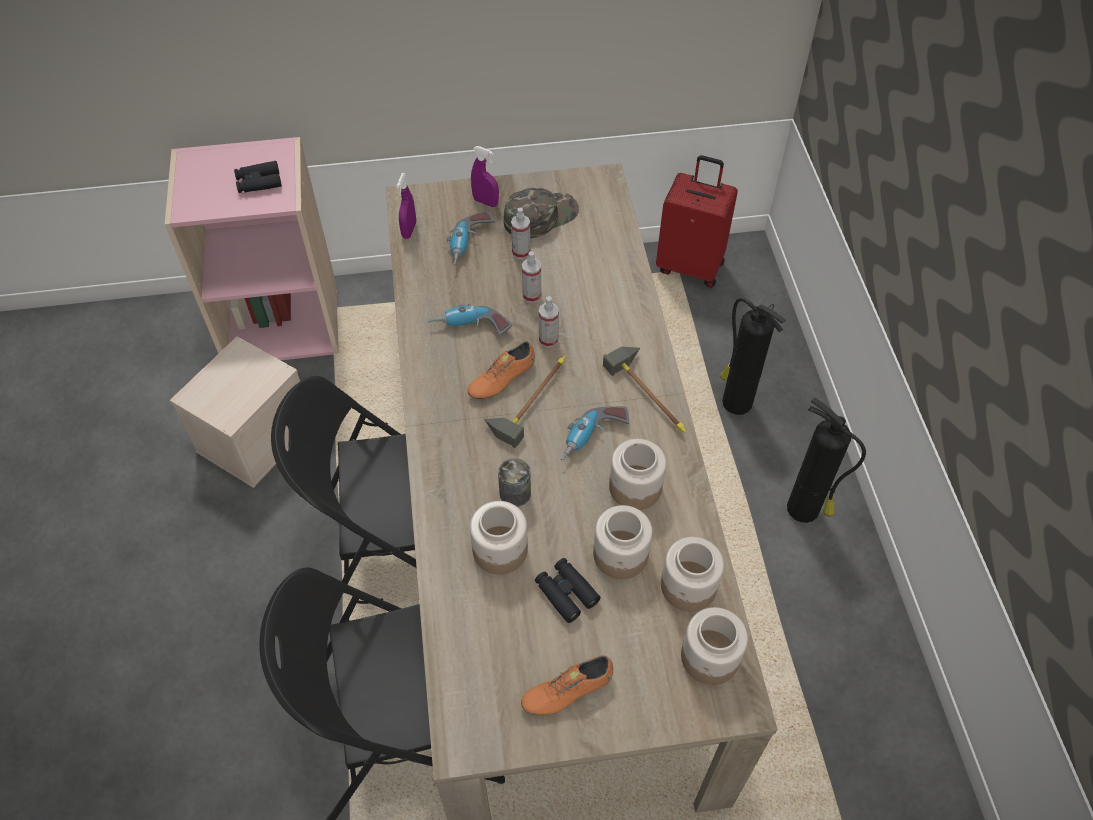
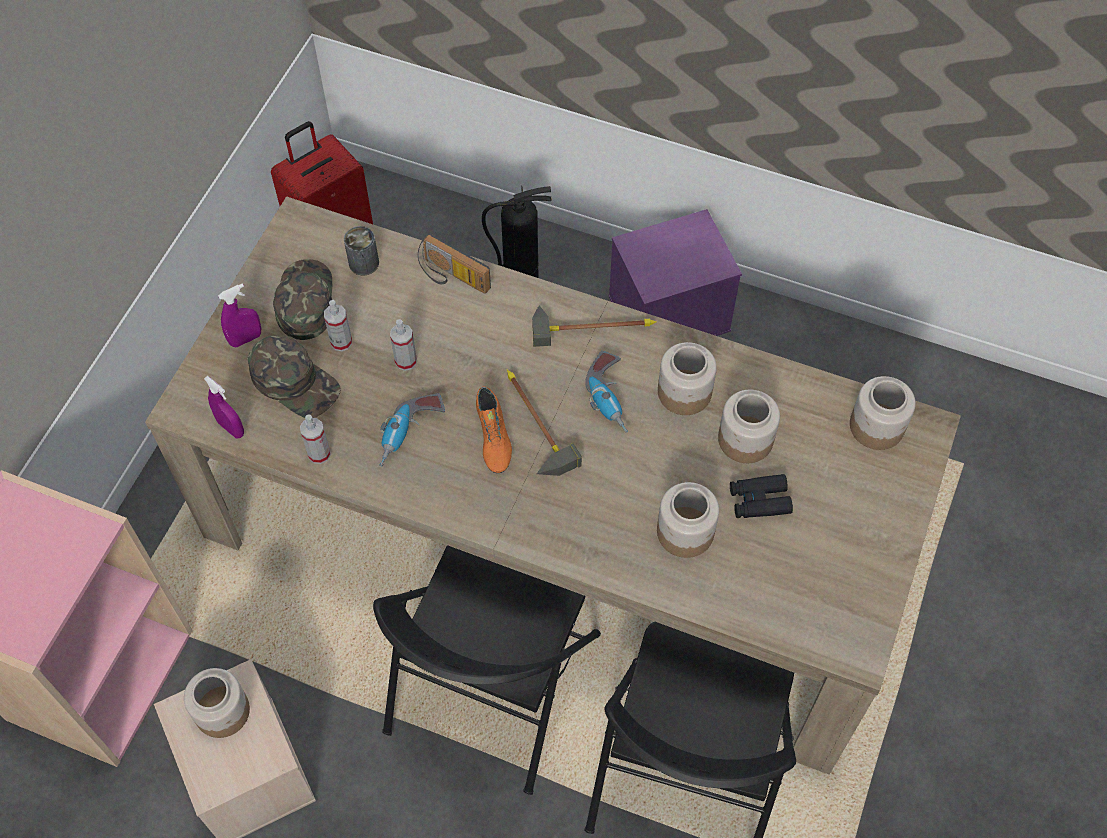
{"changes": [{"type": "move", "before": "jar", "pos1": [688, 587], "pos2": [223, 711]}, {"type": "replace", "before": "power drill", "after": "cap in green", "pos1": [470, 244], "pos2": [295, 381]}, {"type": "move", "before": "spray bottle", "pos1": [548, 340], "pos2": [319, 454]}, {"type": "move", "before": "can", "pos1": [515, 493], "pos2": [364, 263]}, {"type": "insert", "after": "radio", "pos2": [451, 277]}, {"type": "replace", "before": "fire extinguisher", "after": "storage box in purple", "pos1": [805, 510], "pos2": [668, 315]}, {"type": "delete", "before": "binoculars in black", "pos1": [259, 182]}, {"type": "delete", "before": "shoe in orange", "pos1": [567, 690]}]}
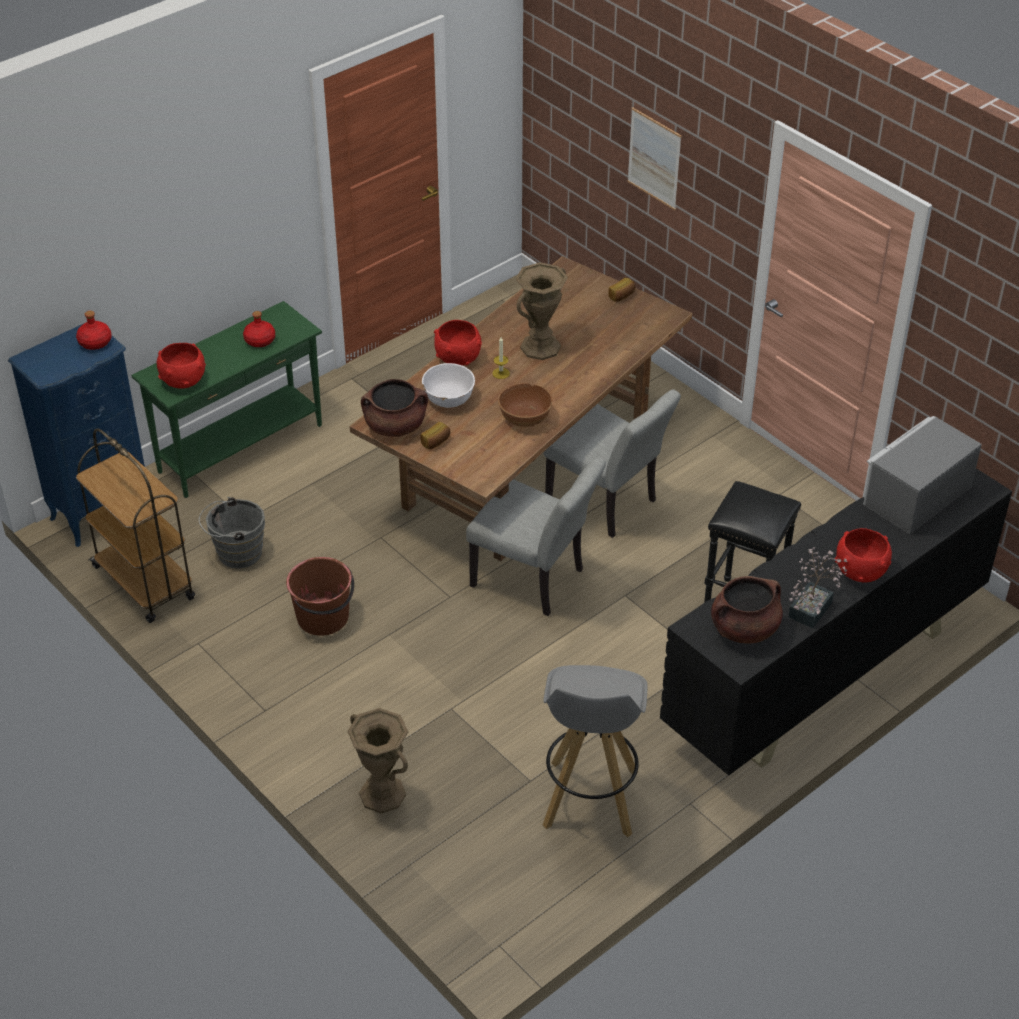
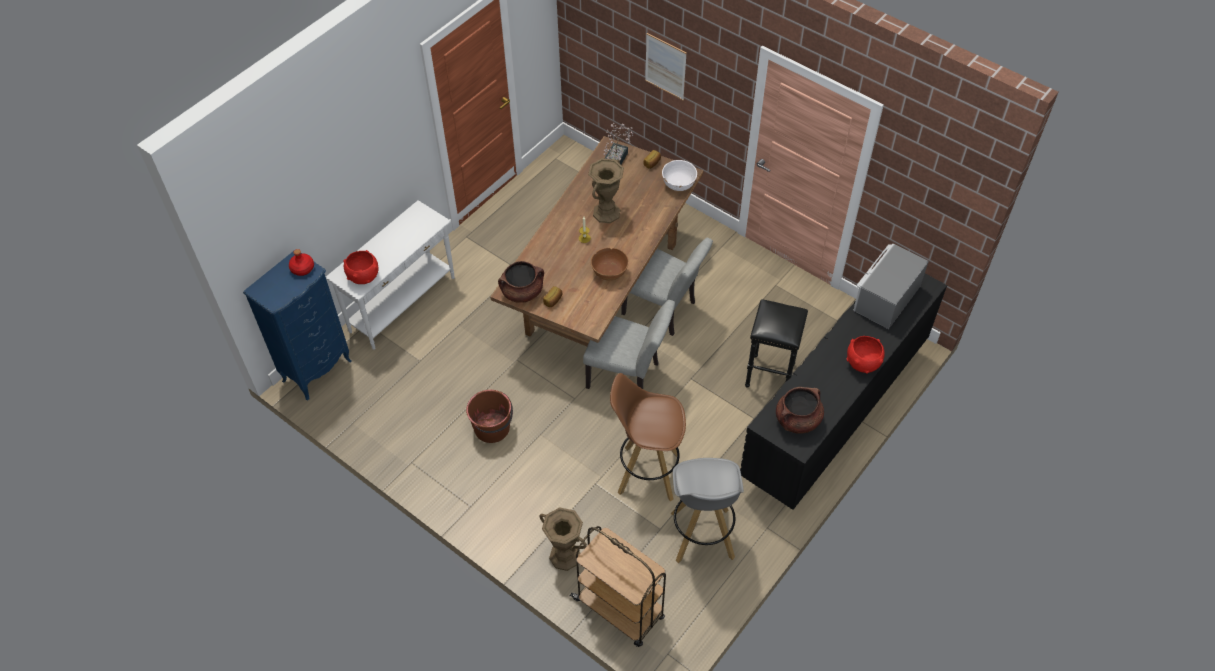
{"changes": [{"type": "recolor", "before": "console table in green", "after": "console table in white", "pos1": [241, 447], "pos2": [402, 303]}, {"type": "move", "before": "cart in brown", "pos1": [144, 584], "pos2": [619, 610]}, {"type": "move", "before": "potted plant", "pos1": [813, 606], "pos2": [617, 156]}, {"type": "insert", "after": "stool in brown", "pos2": [647, 472]}, {"type": "move", "before": "bowl in white", "pos1": [449, 399], "pos2": [679, 184]}, {"type": "delete", "before": "bucket in grey", "pos1": [236, 553]}, {"type": "delete", "before": "bottle in red", "pos1": [259, 340]}, {"type": "delete", "before": "bowl in red", "pos1": [458, 359]}]}
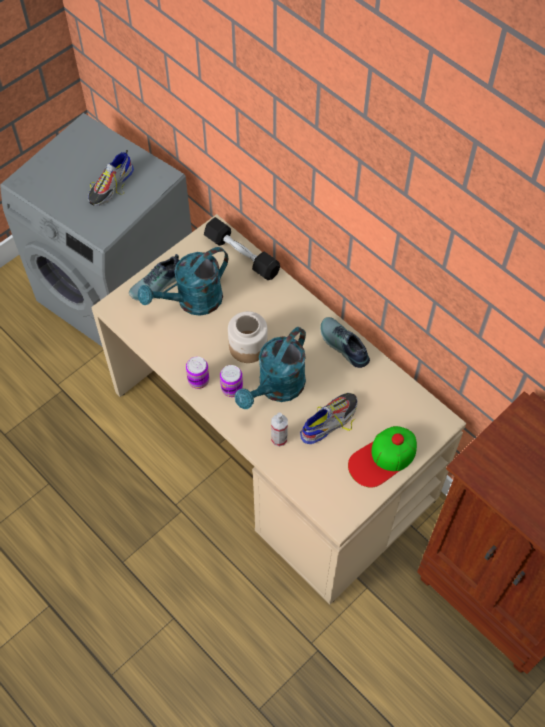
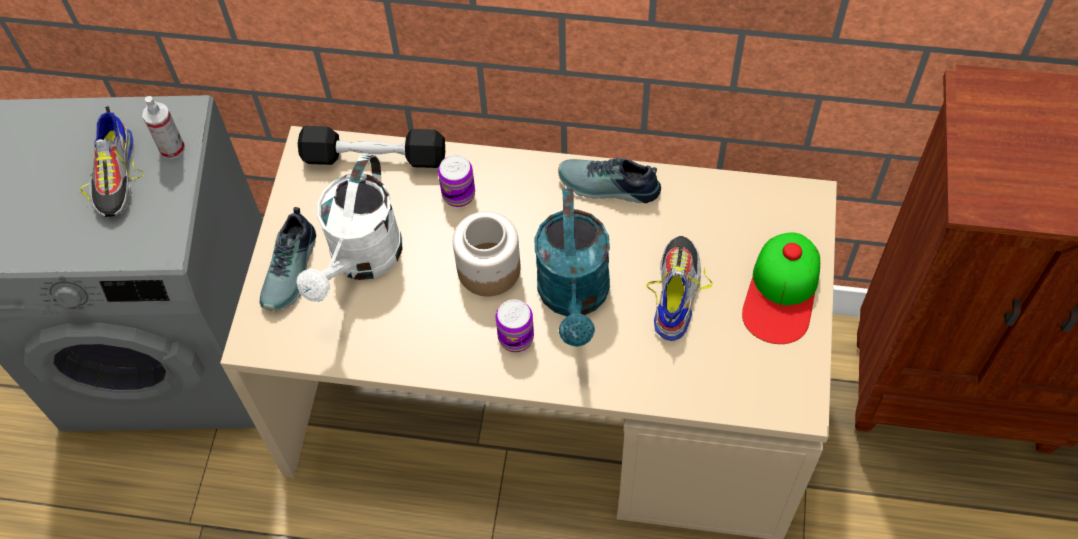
{"changes": [{"type": "move", "before": "spray bottle", "pos1": [279, 439], "pos2": [172, 148]}, {"type": "recolor", "before": "watering can in turquoise", "after": "watering can in white", "pos1": [192, 302], "pos2": [361, 261]}, {"type": "move", "before": "can", "pos1": [198, 380], "pos2": [458, 194]}]}
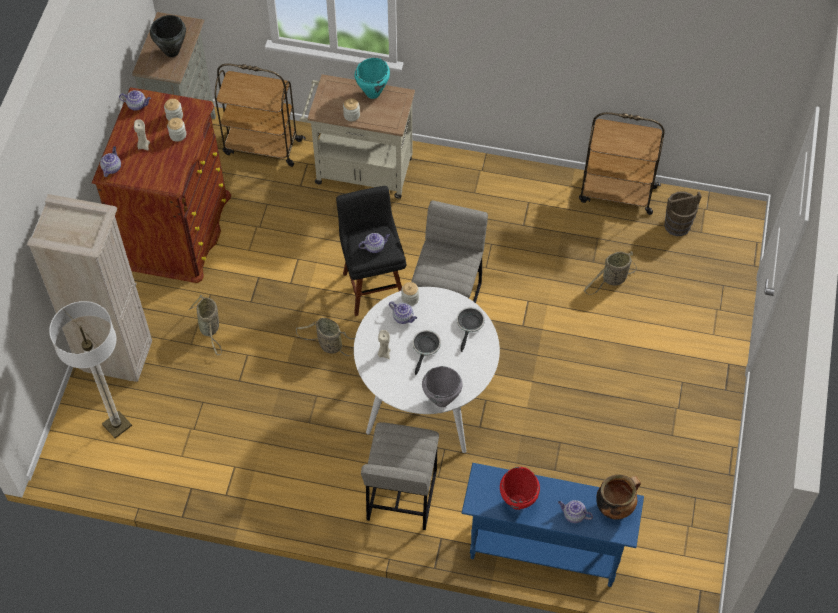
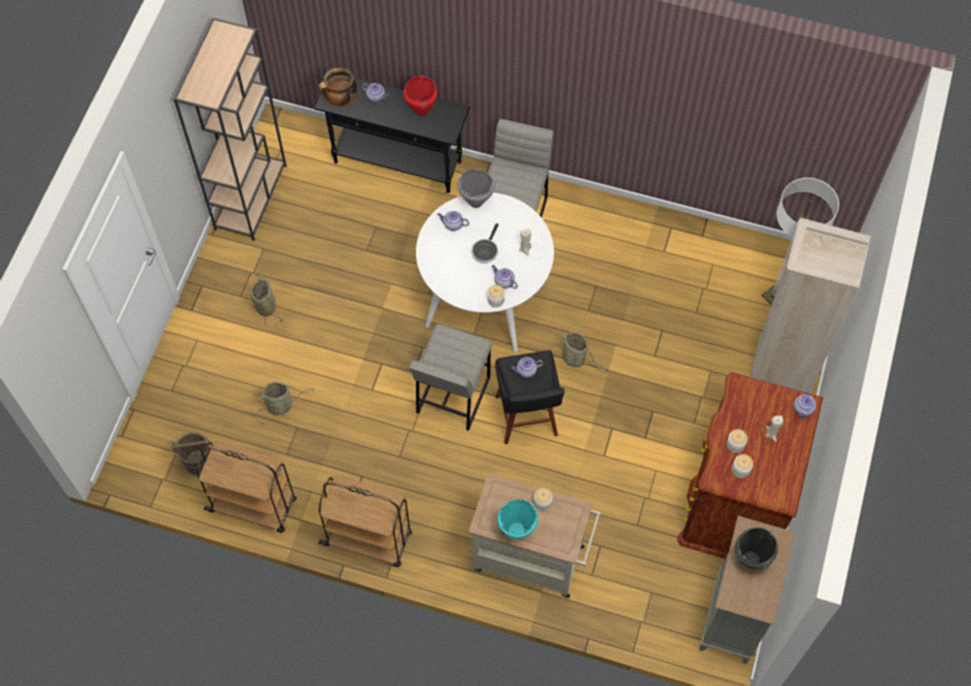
{"changes": [{"type": "insert", "after": "bookcase", "pos2": [250, 197]}, {"type": "move", "before": "basket", "pos1": [210, 329], "pos2": [266, 305]}, {"type": "recolor", "before": "console table in blue", "after": "console table in black", "pos1": [543, 550], "pos2": [398, 162]}, {"type": "move", "before": "cart in brown", "pos1": [262, 146], "pos2": [368, 540]}, {"type": "move", "before": "teapot", "pos1": [137, 105], "pos2": [452, 225]}, {"type": "delete", "before": "frying pan", "pos1": [470, 325]}]}
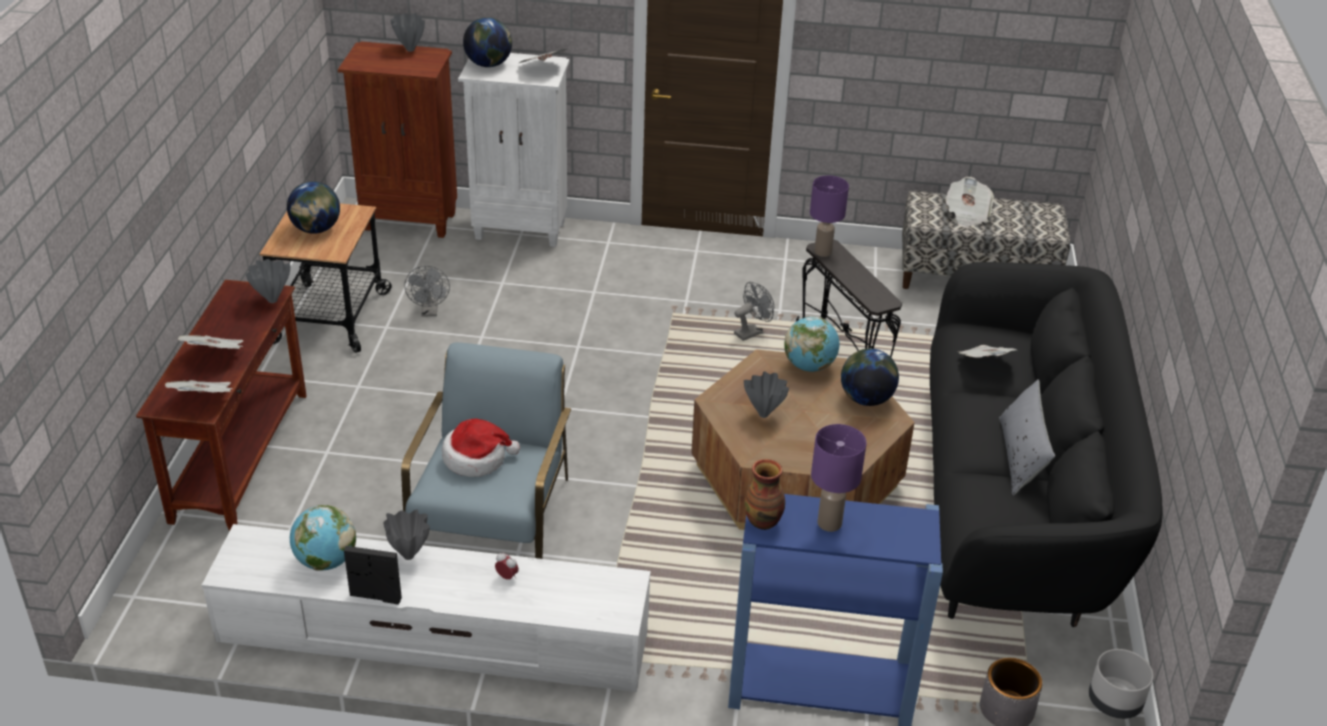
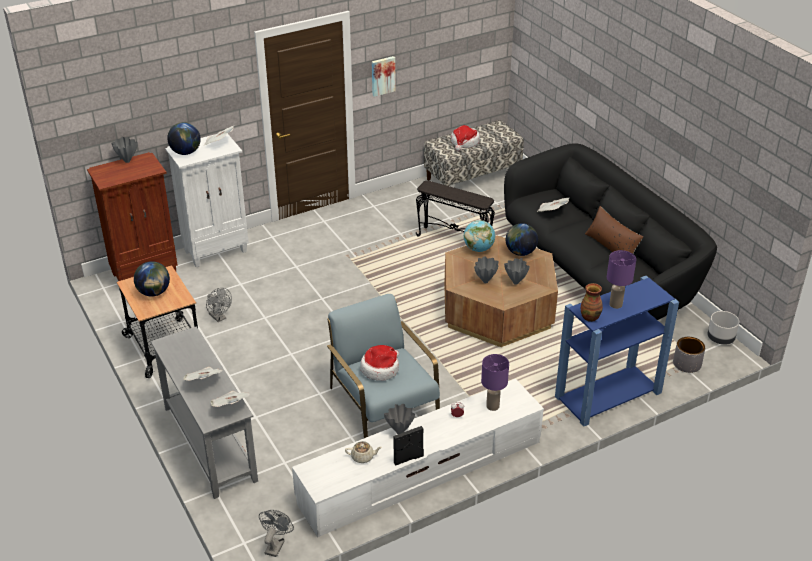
{"changes": [{"type": "recolor", "before": "console table in brown", "after": "console table in grey", "pos1": [240, 455], "pos2": [209, 444]}, {"type": "move", "before": "fan in grey", "pos1": [751, 332], "pos2": [276, 544]}, {"type": "replace", "before": "globe", "after": "teapot in beige", "pos1": [326, 561], "pos2": [363, 457]}, {"type": "insert", "after": "picture", "pos2": [382, 75]}, {"type": "replace", "before": "newspaper", "after": "hat", "pos1": [967, 214], "pos2": [464, 142]}, {"type": "move", "before": "table lamp in purple", "pos1": [823, 252], "pos2": [493, 406]}, {"type": "move", "before": "vase in grey", "pos1": [271, 300], "pos2": [515, 283]}, {"type": "recolor", "before": "pillow in grey", "after": "pillow in brown", "pos1": [1020, 456], "pos2": [611, 247]}]}
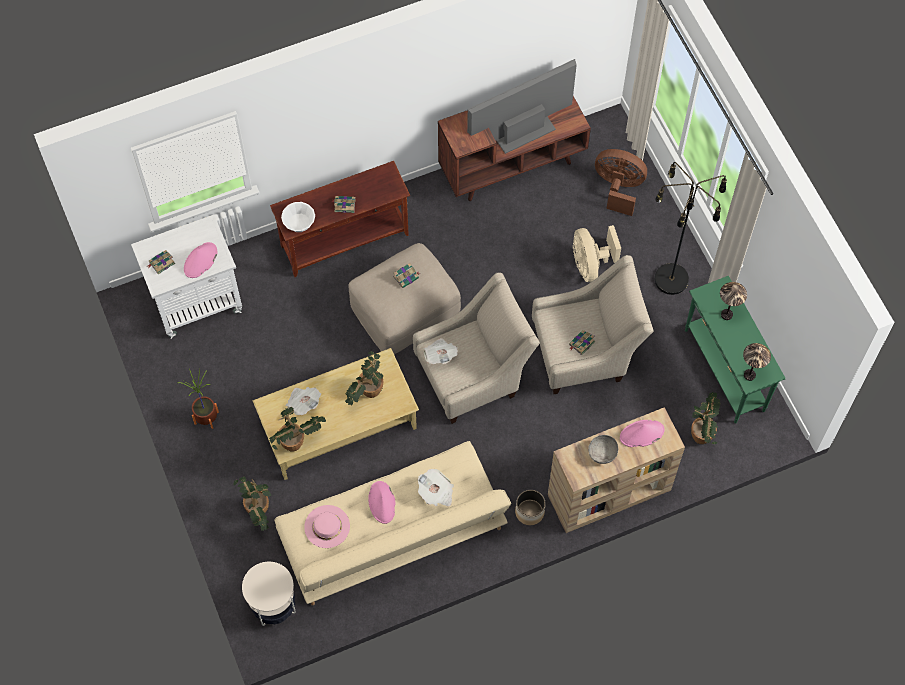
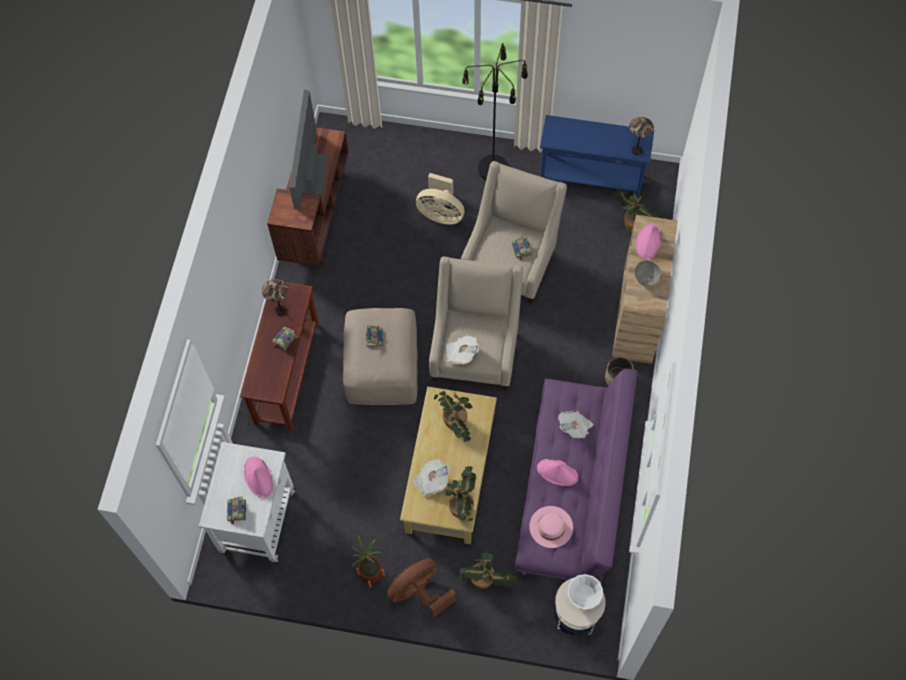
{"changes": [{"type": "move", "before": "table lamp", "pos1": [726, 314], "pos2": [280, 310]}, {"type": "move", "before": "fan in brown", "pos1": [618, 188], "pos2": [419, 592]}, {"type": "recolor", "before": "sofa in beige", "after": "sofa in purple", "pos1": [393, 534], "pos2": [572, 488]}, {"type": "recolor", "before": "console table in green", "after": "console table in blue", "pos1": [725, 370], "pos2": [591, 179]}, {"type": "move", "before": "bowl in white", "pos1": [299, 222], "pos2": [584, 595]}]}
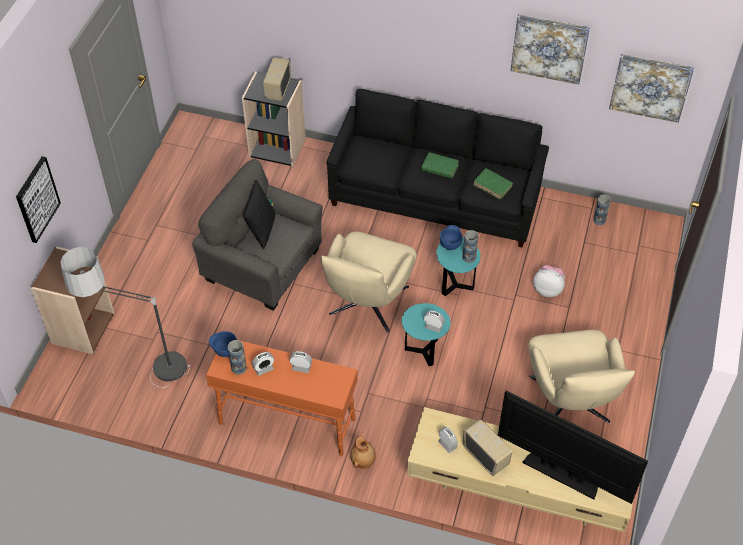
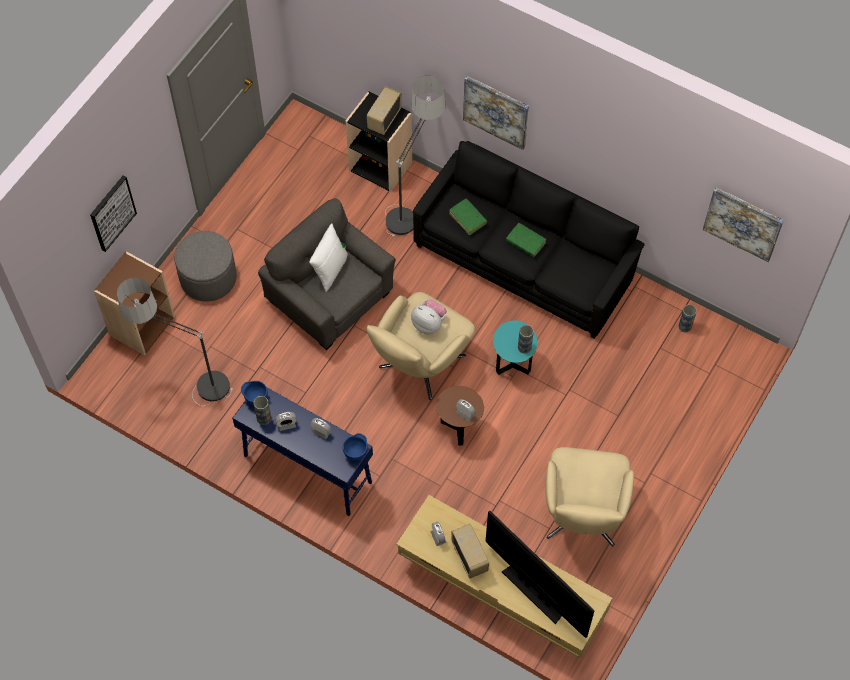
{"changes": [{"type": "insert", "after": "ottoman in grey", "pos2": [208, 278]}, {"type": "recolor", "before": "console table in orange", "after": "console table in blue", "pos1": [287, 420], "pos2": [308, 468]}, {"type": "recolor", "before": "pillow in black", "after": "pillow in white", "pos1": [261, 230], "pos2": [330, 270]}, {"type": "move", "before": "bowl in blue", "pos1": [450, 245], "pos2": [356, 452]}, {"type": "insert", "after": "floor lamp", "pos2": [413, 203]}, {"type": "move", "before": "plush toy", "pos1": [547, 289], "pos2": [429, 324]}, {"type": "recolor", "before": "side table in turquoise", "after": "side table in brown", "pos1": [423, 351], "pos2": [458, 428]}, {"type": "move", "before": "book in green", "pos1": [492, 186], "pos2": [467, 219]}, {"type": "move", "before": "picture", "pos1": [549, 48], "pos2": [496, 111]}, {"type": "delete", "before": "vase in brown", "pos1": [363, 461]}]}
